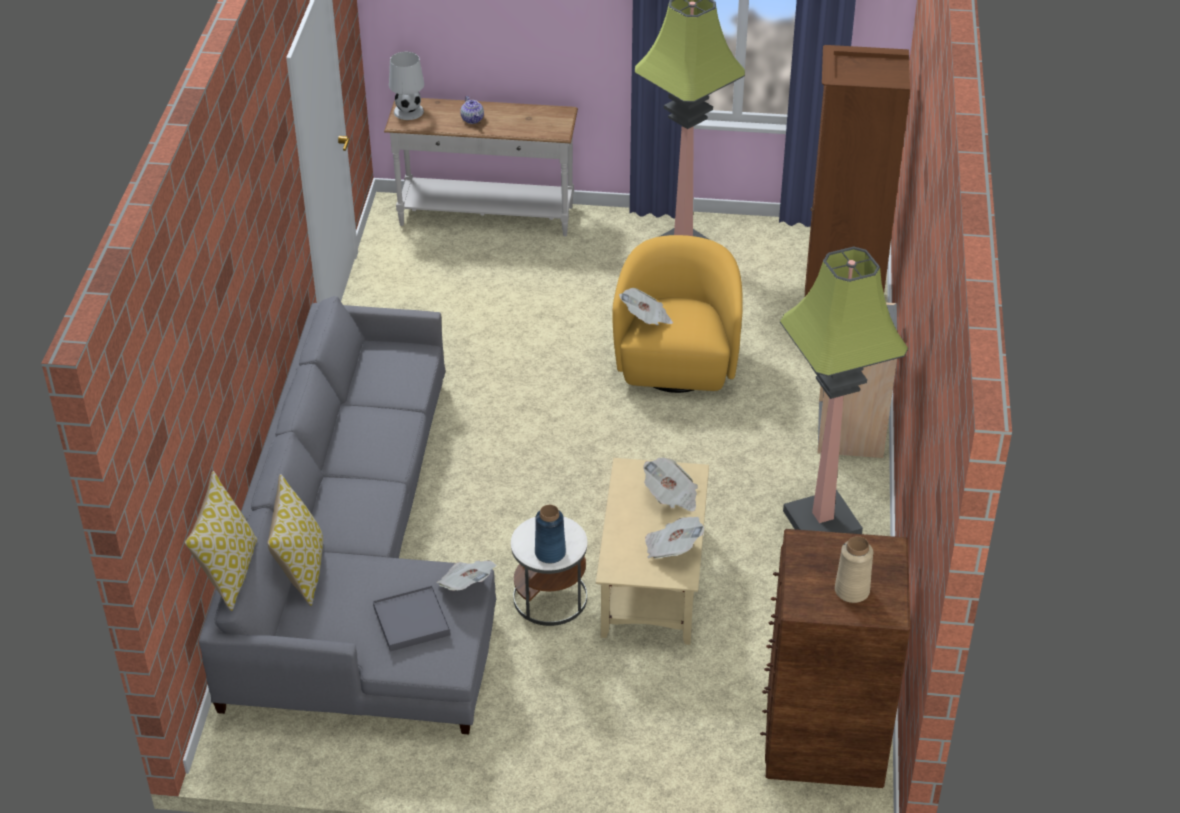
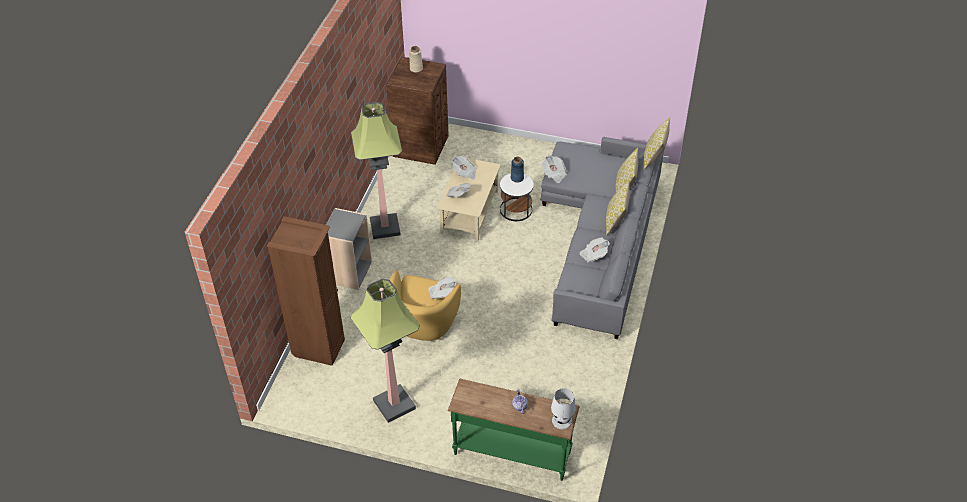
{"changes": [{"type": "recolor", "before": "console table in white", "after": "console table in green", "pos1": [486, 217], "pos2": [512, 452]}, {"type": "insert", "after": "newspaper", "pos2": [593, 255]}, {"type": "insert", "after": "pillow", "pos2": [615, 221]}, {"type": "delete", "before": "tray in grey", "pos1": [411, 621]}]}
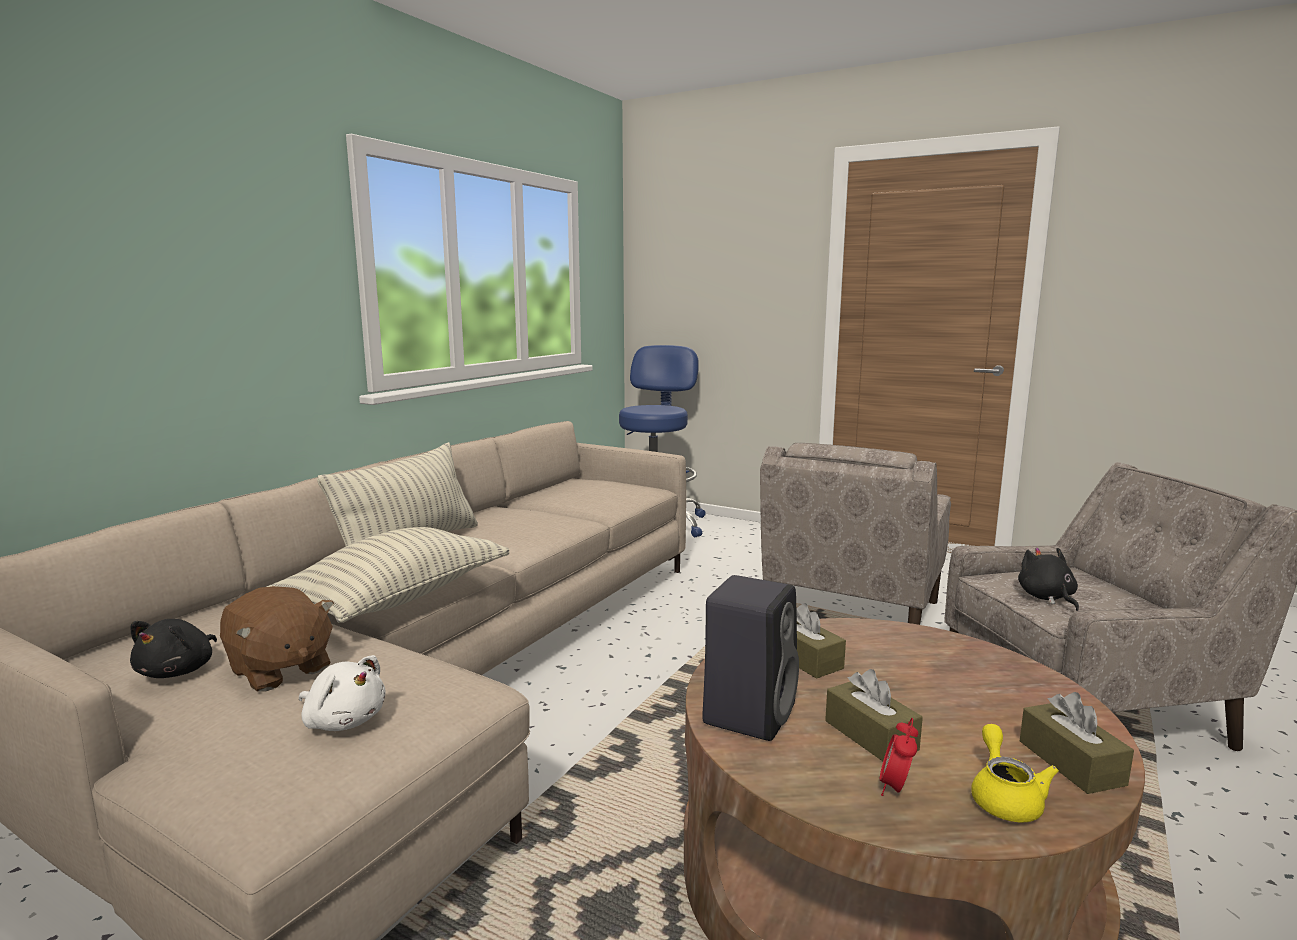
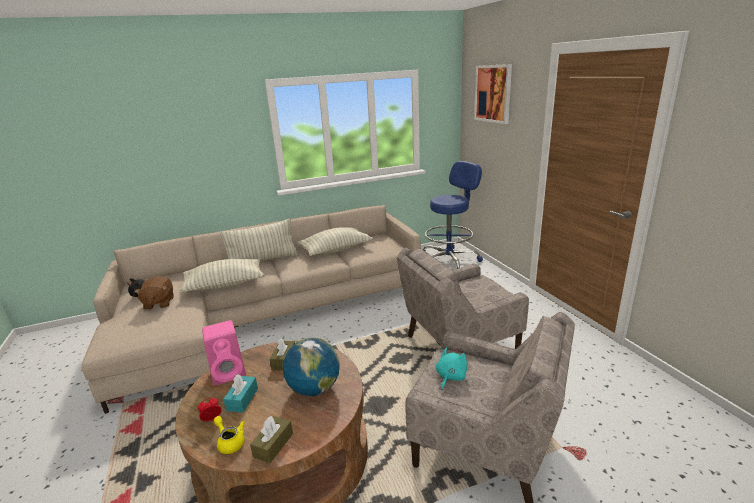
{"changes": [{"type": "recolor", "before": "speaker in black", "after": "speaker in pink", "pos1": [749, 713], "pos2": [230, 372]}, {"type": "rotate", "before": "teapot in yellow", "pos1": [1005, 797], "pos2": [230, 441], "turn": -90}, {"type": "recolor", "before": "tissue box in brown", "after": "tissue box in turquoise", "pos1": [870, 735], "pos2": [242, 399]}, {"type": "insert", "after": "globe", "pos2": [314, 388]}, {"type": "insert", "after": "pillow", "pos2": [336, 250]}, {"type": "recolor", "before": "plush toy in black", "after": "plush toy in turquoise", "pos1": [1047, 598], "pos2": [450, 377]}, {"type": "insert", "after": "picture", "pos2": [493, 93]}, {"type": "delete", "before": "plush toy in white", "pos1": [343, 721]}]}
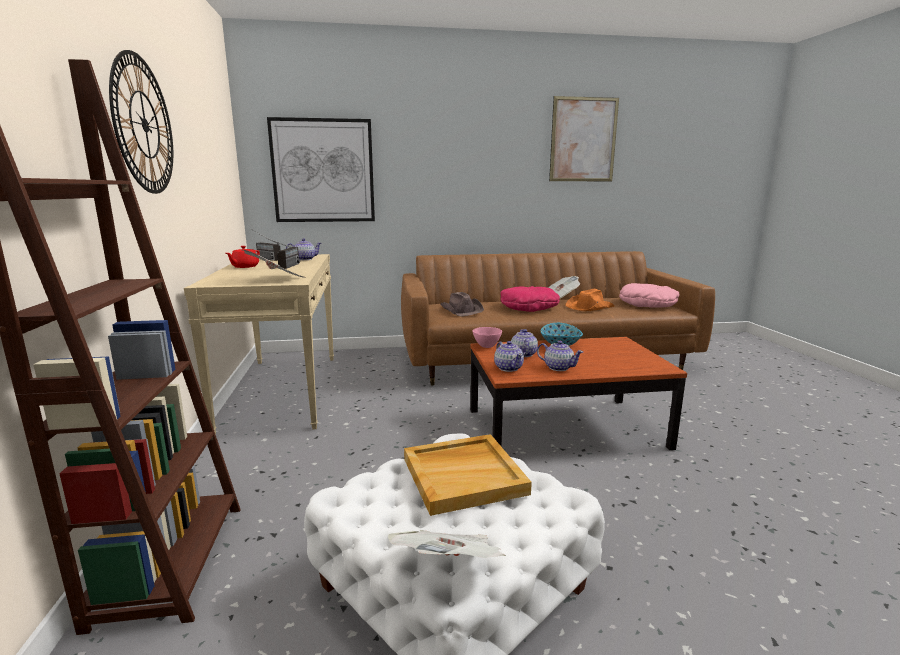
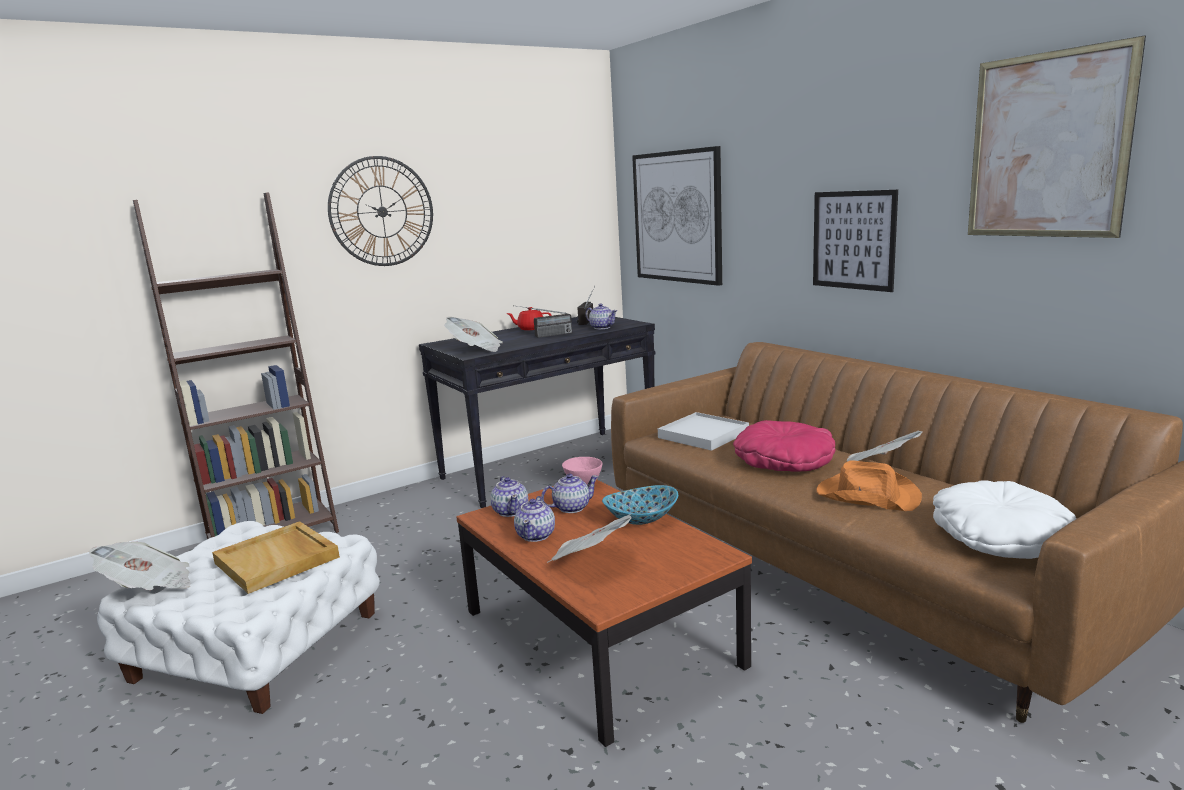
{"changes": [{"type": "recolor", "before": "console table in beige", "after": "console table in black", "pos1": [282, 390], "pos2": [550, 466]}, {"type": "rotate", "before": "teapot", "pos1": [508, 368], "pos2": [511, 511], "turn": -60}, {"type": "insert", "after": "newspaper", "pos2": [590, 560]}, {"type": "replace", "before": "hat in brown", "after": "tray in white", "pos1": [462, 310], "pos2": [703, 435]}, {"type": "insert", "after": "picture", "pos2": [853, 240]}, {"type": "recolor", "before": "pillow in pink", "after": "pillow in white", "pos1": [647, 304], "pos2": [1002, 537]}]}
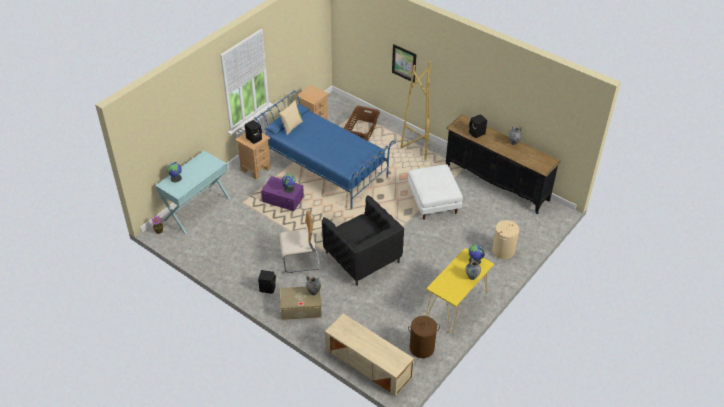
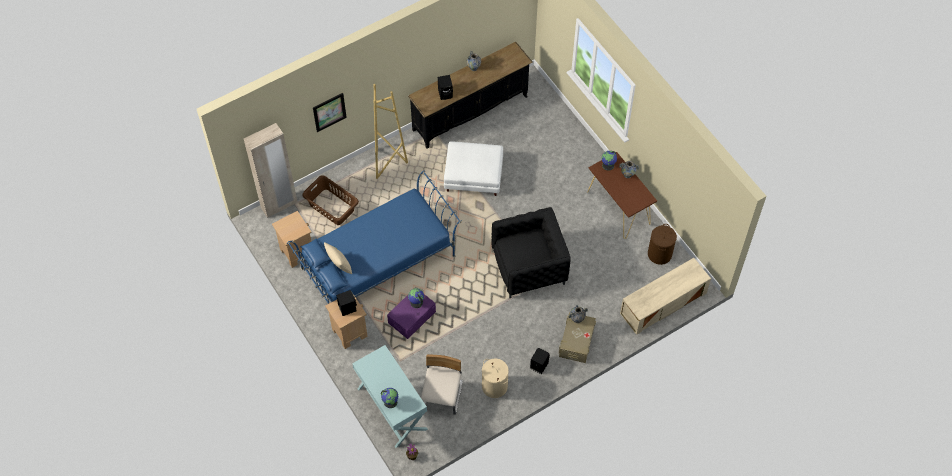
{"changes": [{"type": "insert", "after": "wardrobe in beige", "pos2": [279, 205]}, {"type": "move", "before": "chair in beige", "pos1": [300, 260], "pos2": [443, 395]}, {"type": "move", "before": "laundry basket in beige", "pos1": [503, 251], "pos2": [494, 386]}, {"type": "recolor", "before": "console table in yellow", "after": "console table in brown", "pos1": [456, 305], "pos2": [618, 208]}]}
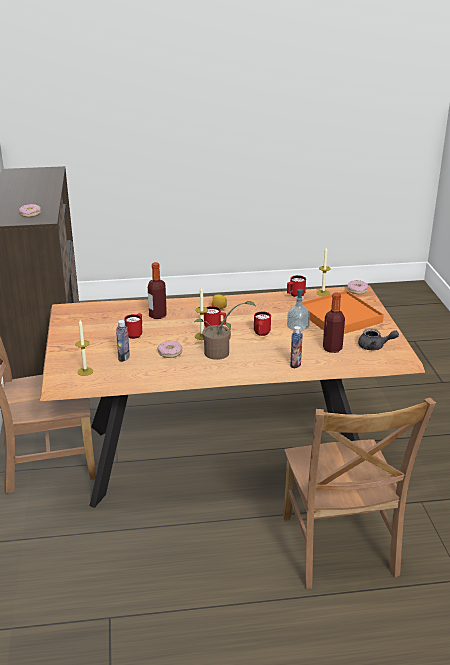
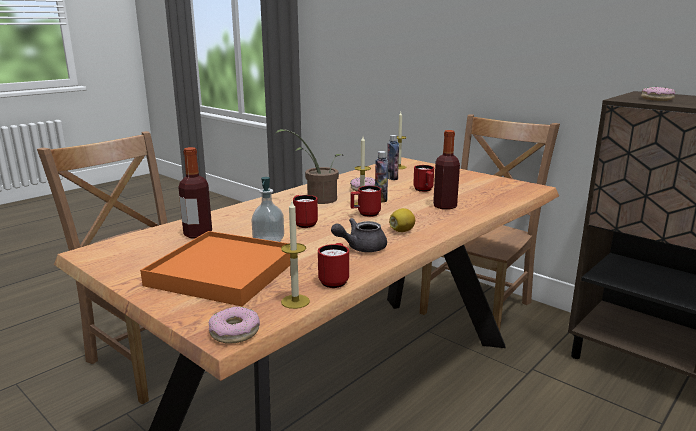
{"changes": [{"type": "move", "before": "teapot in grey", "pos1": [375, 347], "pos2": [361, 248]}, {"type": "move", "before": "bottle", "pos1": [295, 364], "pos2": [381, 199]}]}
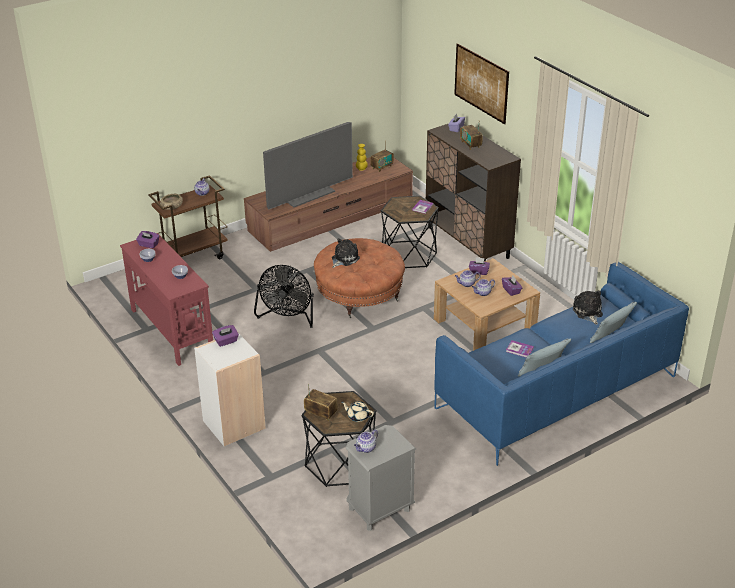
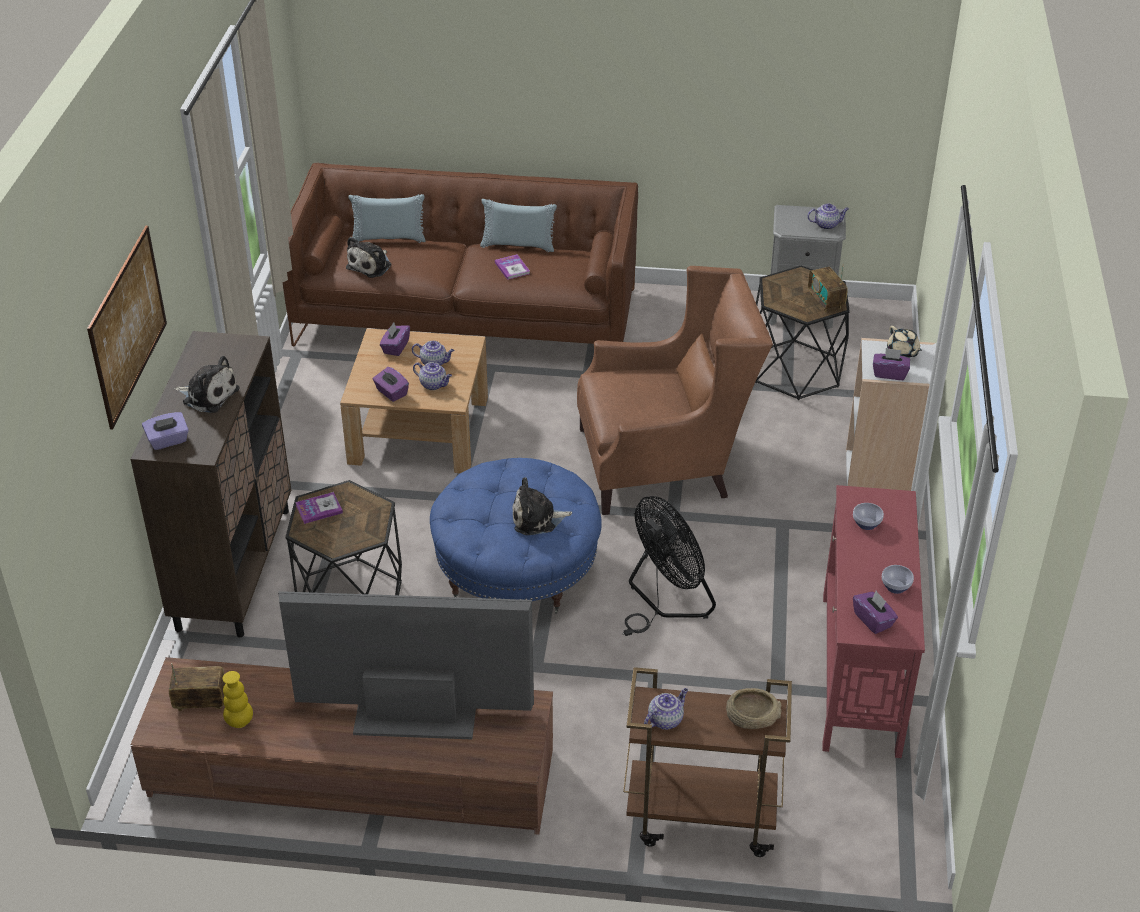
{"changes": [{"type": "replace", "before": "radio", "after": "plush toy", "pos1": [470, 144], "pos2": [208, 395]}, {"type": "recolor", "before": "sofa in blue", "after": "sofa in brown", "pos1": [556, 393], "pos2": [467, 317]}, {"type": "recolor", "before": "ottoman in brown", "after": "ottoman in blue", "pos1": [359, 295], "pos2": [516, 569]}, {"type": "insert", "after": "armchair in brown", "pos2": [664, 463]}, {"type": "move", "before": "teapot in beige", "pos1": [358, 416], "pos2": [903, 352]}]}
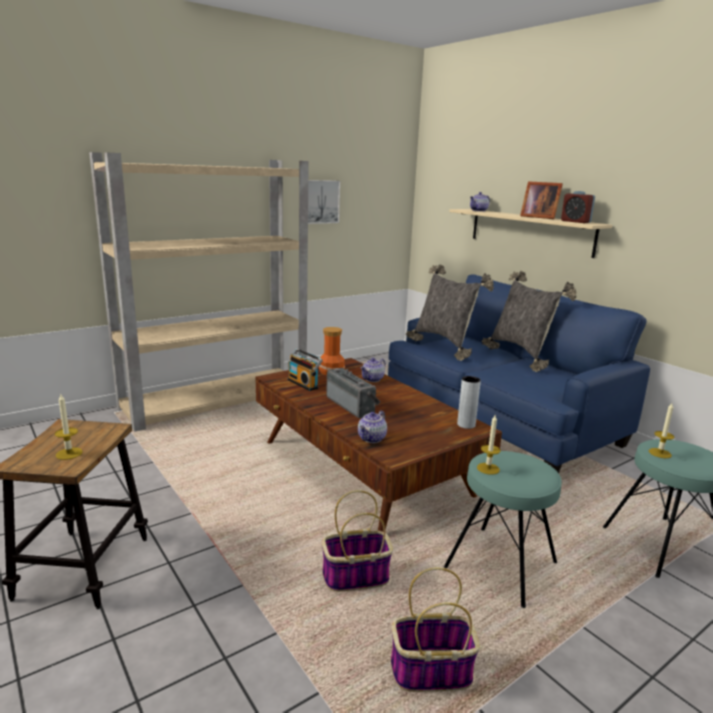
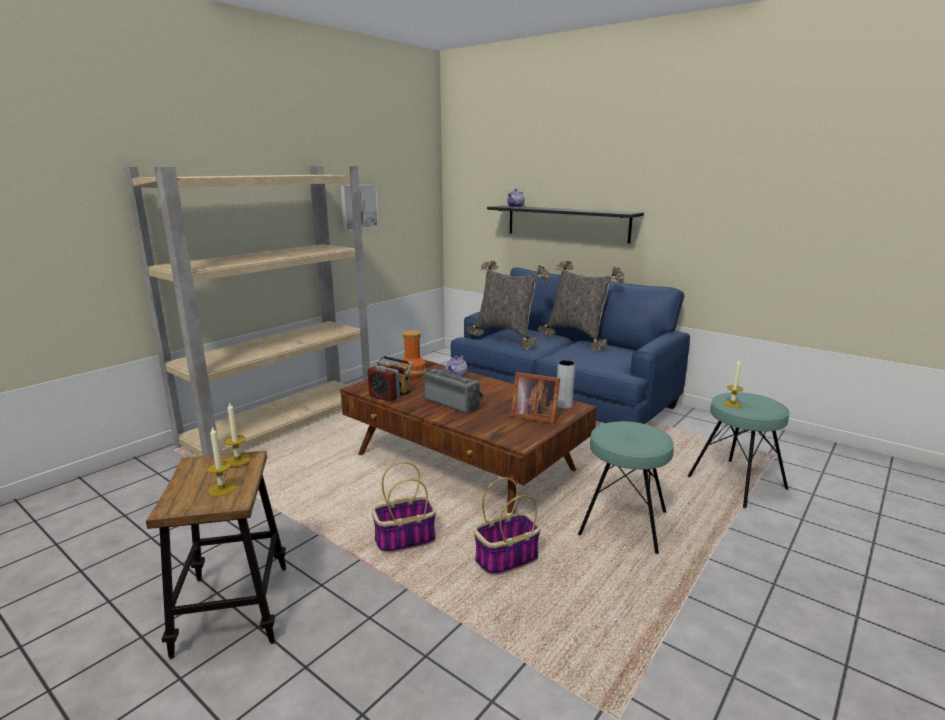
{"changes": [{"type": "move", "before": "candle", "pos1": [488, 468], "pos2": [238, 460]}, {"type": "move", "before": "alarm clock", "pos1": [575, 221], "pos2": [384, 397]}, {"type": "move", "before": "basket", "pos1": [430, 672], "pos2": [404, 540]}, {"type": "recolor", "before": "shelf in beige", "after": "shelf in black", "pos1": [530, 231], "pos2": [566, 223]}, {"type": "move", "before": "picture frame", "pos1": [538, 217], "pos2": [533, 416]}, {"type": "delete", "before": "teapot", "pos1": [372, 439]}]}
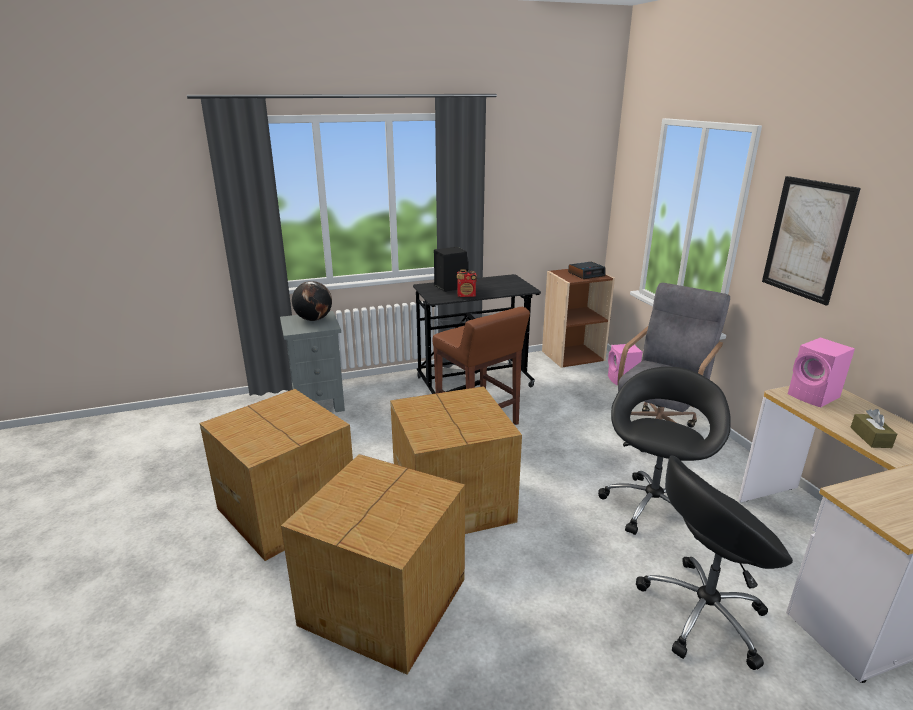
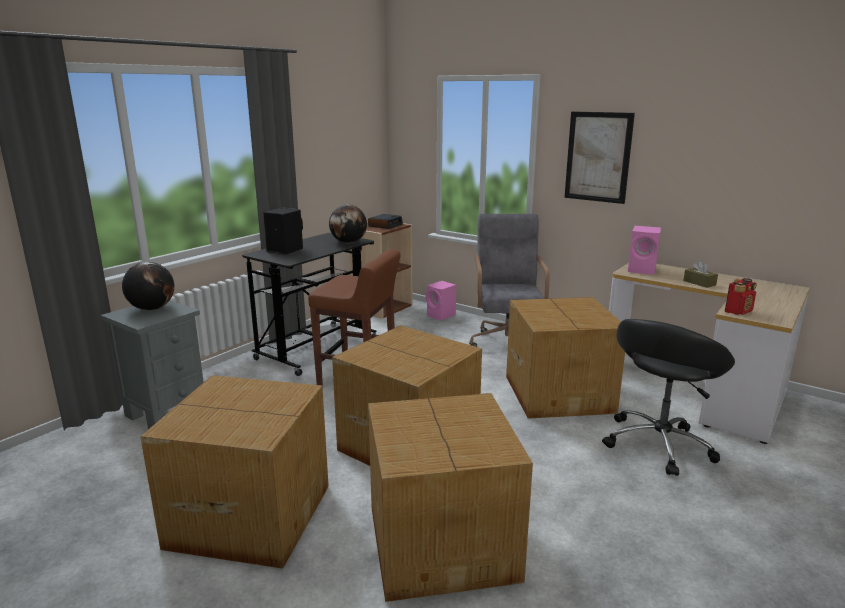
{"changes": [{"type": "insert", "after": "globe", "pos2": [349, 242]}, {"type": "replace", "before": "office chair in black", "after": "cardboard box", "pos1": [654, 507], "pos2": [559, 393]}, {"type": "move", "before": "radio", "pos1": [466, 295], "pos2": [738, 311]}]}
